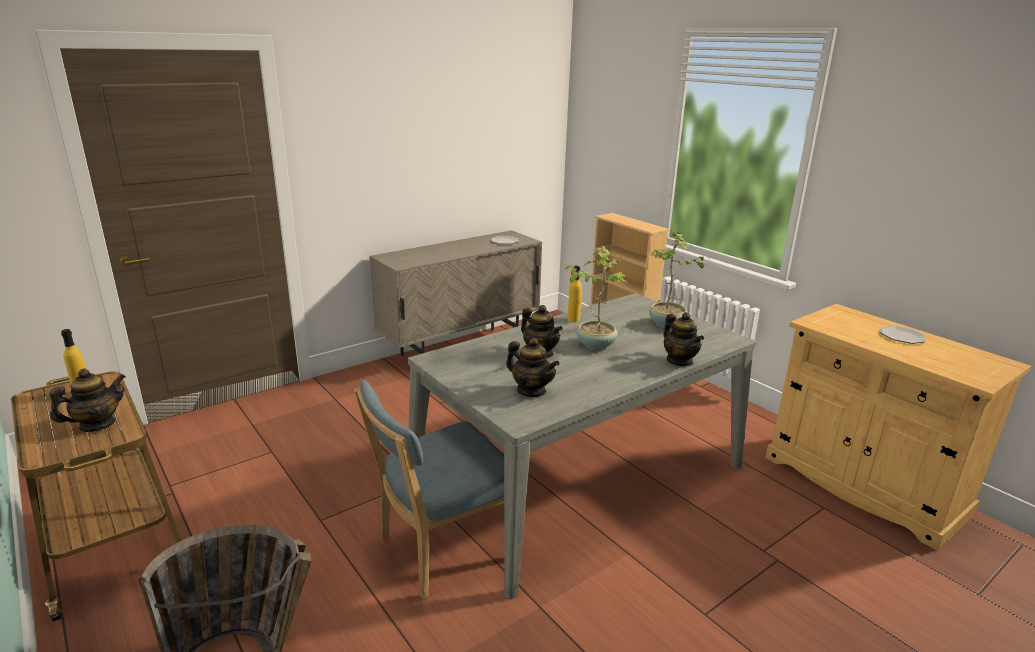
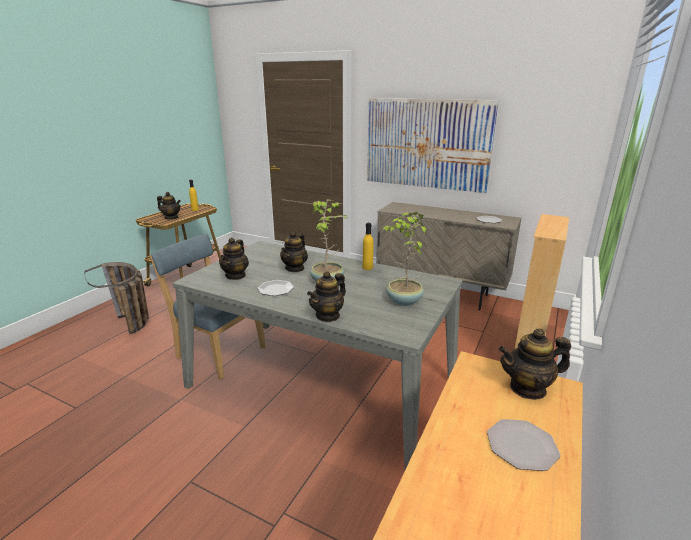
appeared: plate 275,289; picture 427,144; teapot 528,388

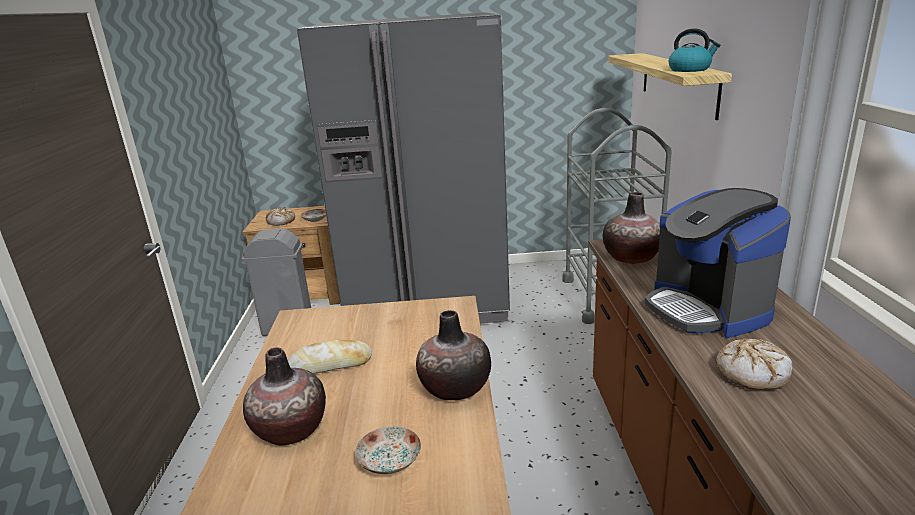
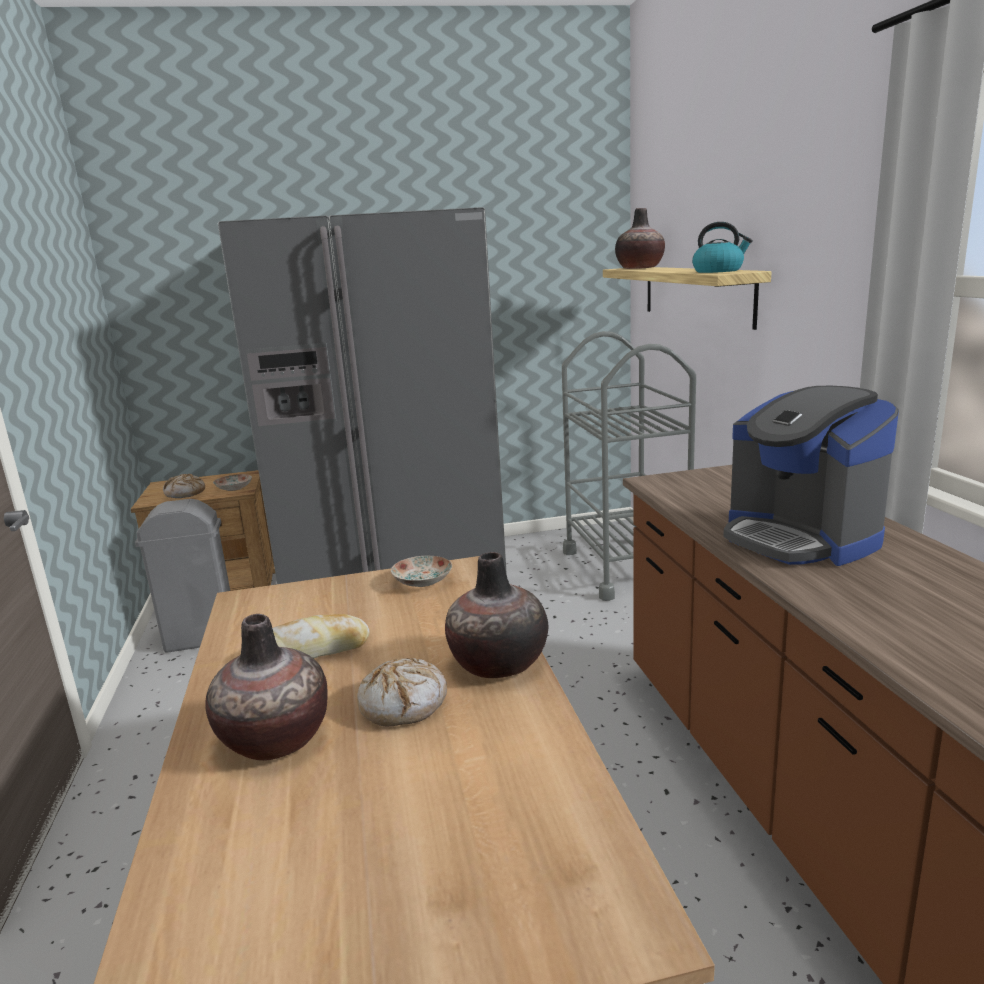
relocated: plate 389,461 to 422,581; vase 631,257 to 640,268; bread 752,373 to 404,703

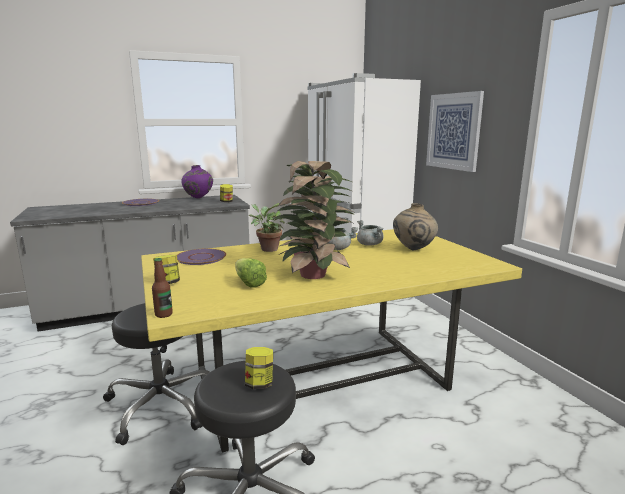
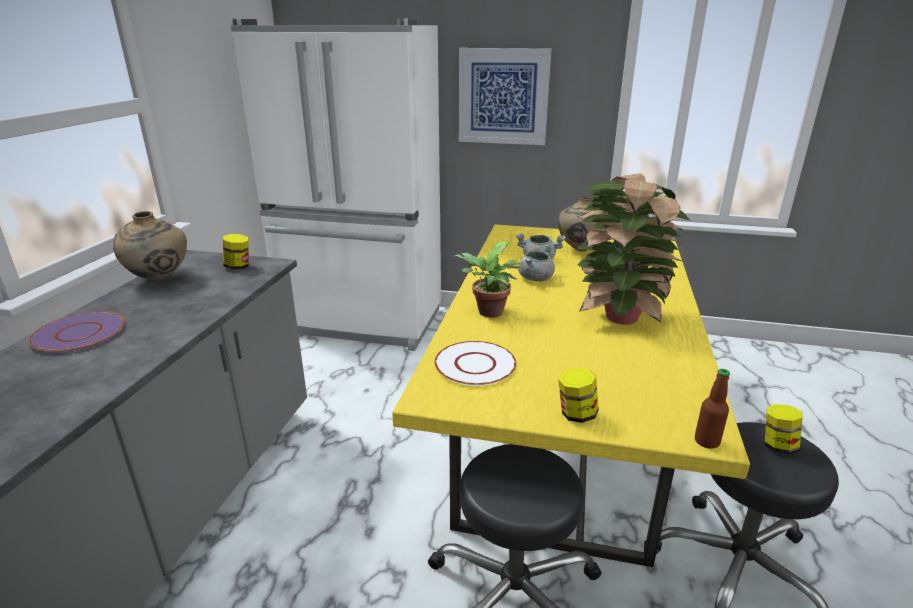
missing: lettuce 248,282
colour: plate in purple 201,258 to plate in white 475,364; vase in purple 198,198 to vase in beige 159,279

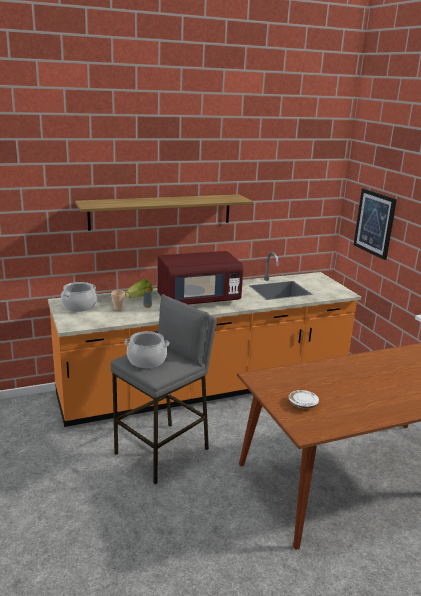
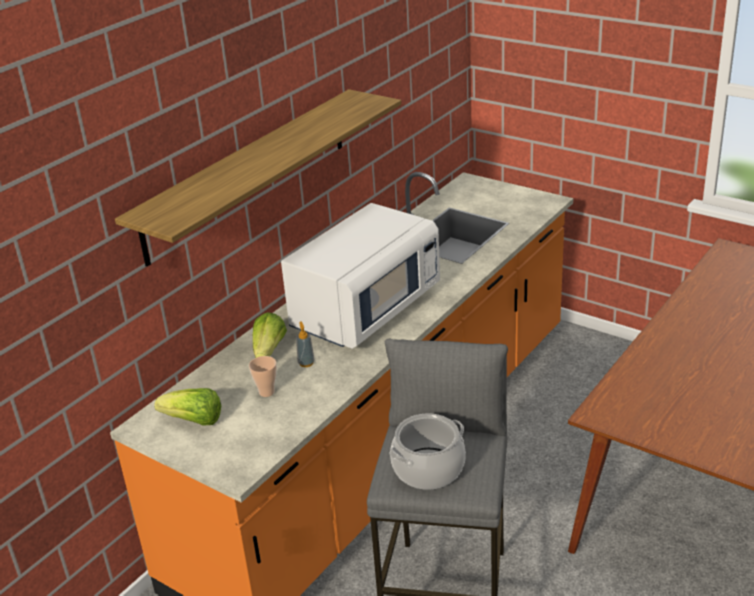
missing: plate in white 302,404; picture 375,223
exchanged: cooking pot 79,306 to lettuce 194,421
colour: microwave in red 198,299 to microwave in white 365,310

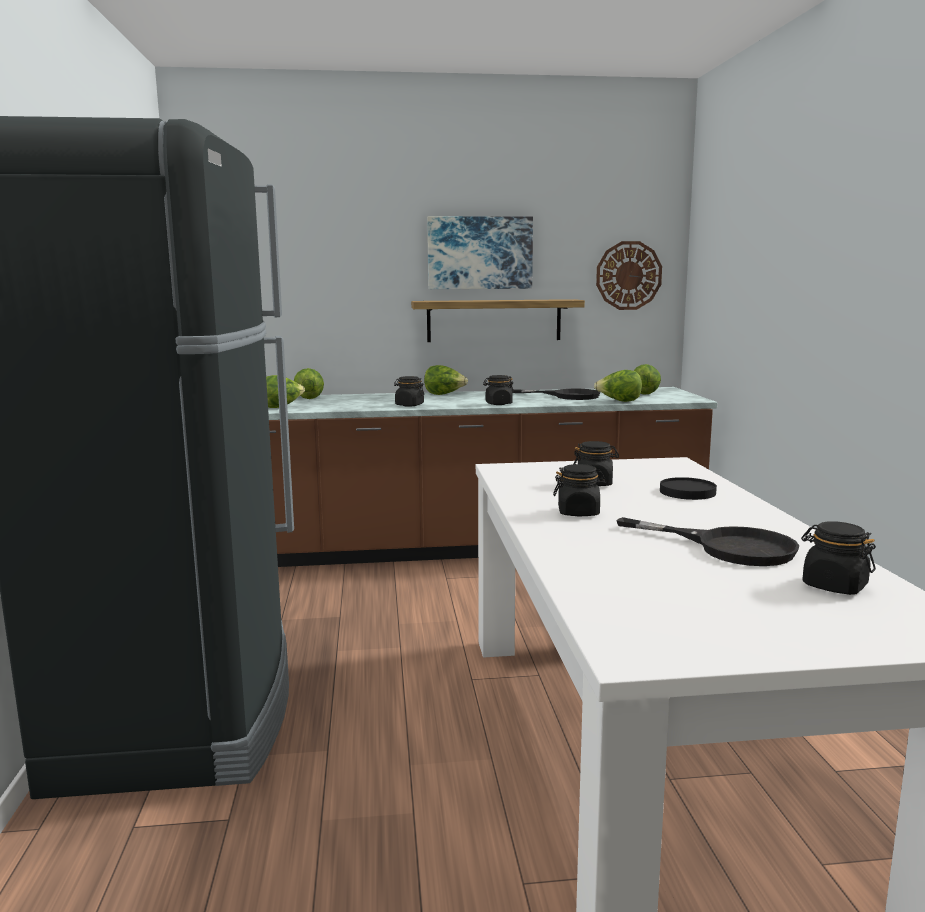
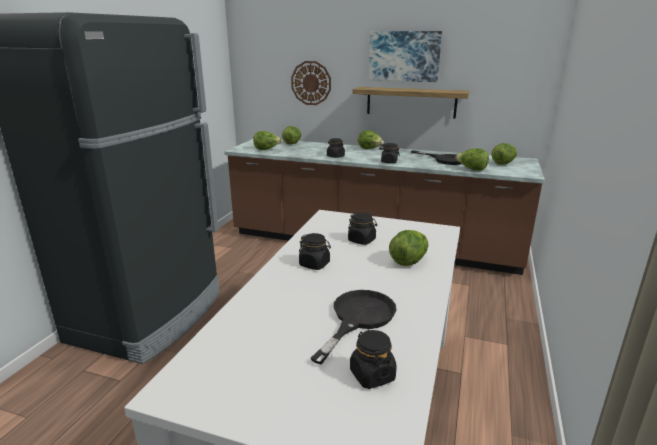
relocated: wall clock 628,275 to 311,83
exchanged: plate in black 687,492 to lettuce 408,261
spun: frying pan in black 728,547 = 358,318 120 degrees counterclockwise

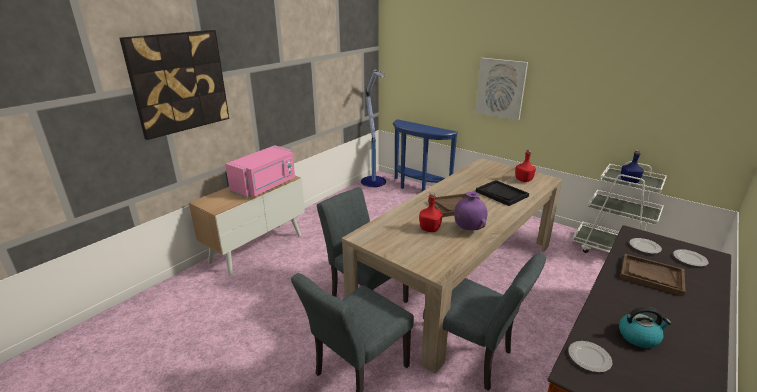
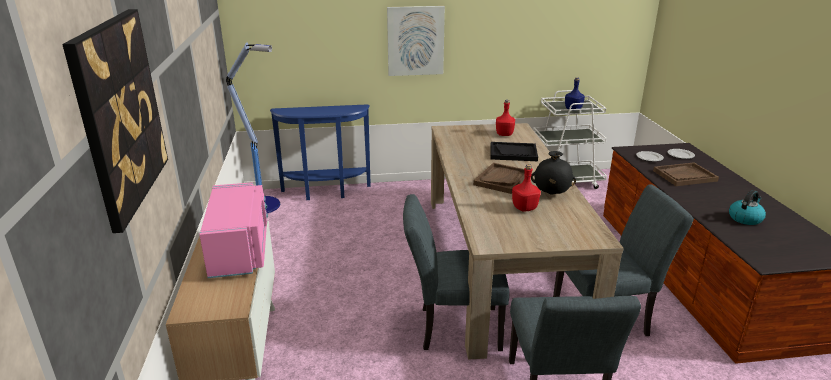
missing: plate 589,358
colour: vase in purple 468,229 to vase in black 551,194

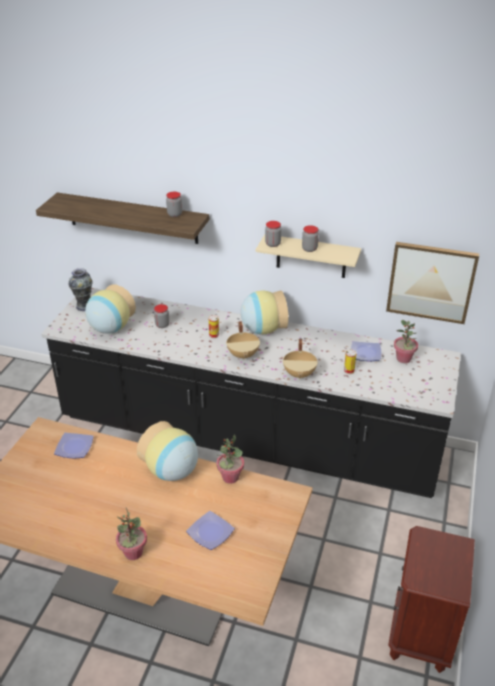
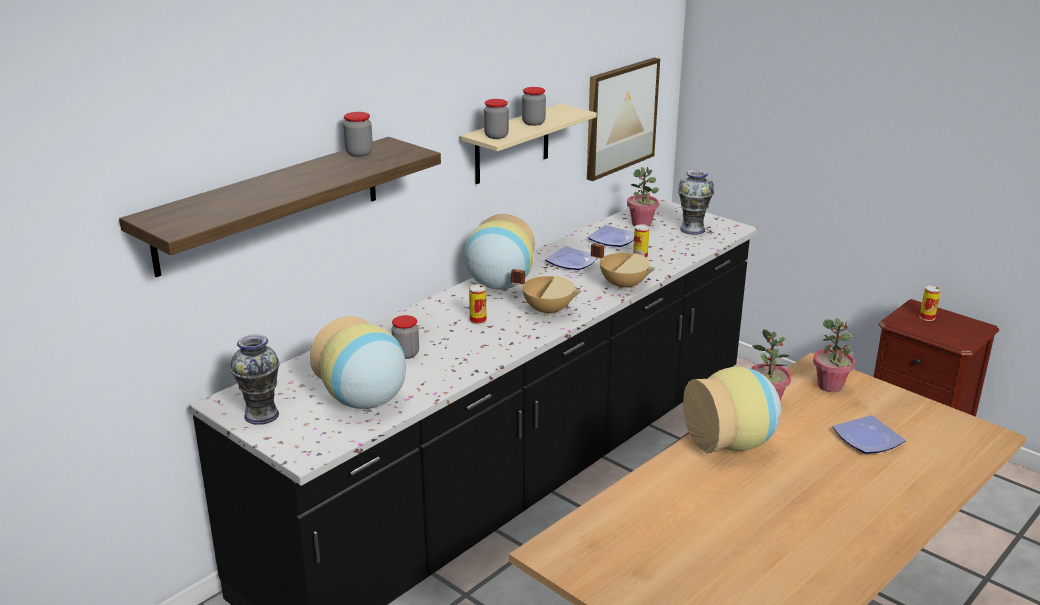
appeared: vase 692,229; can 927,317
relocated: plate 74,447 to 571,262; potted plant 133,553 to 830,386

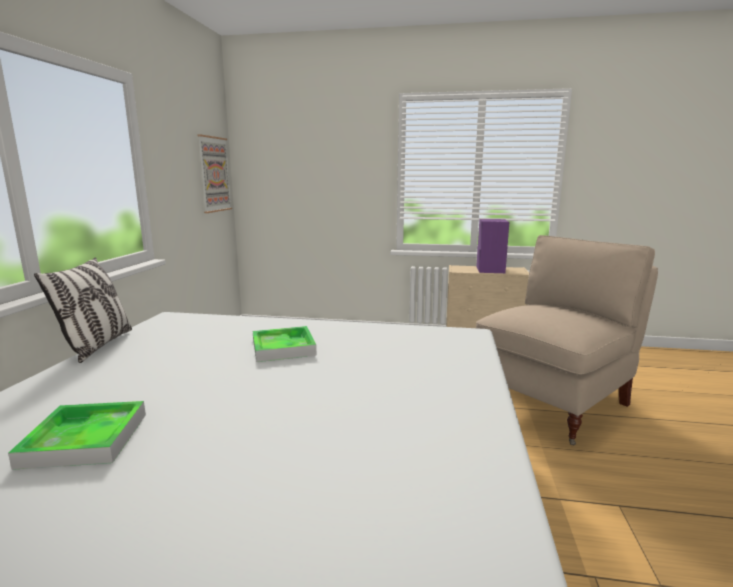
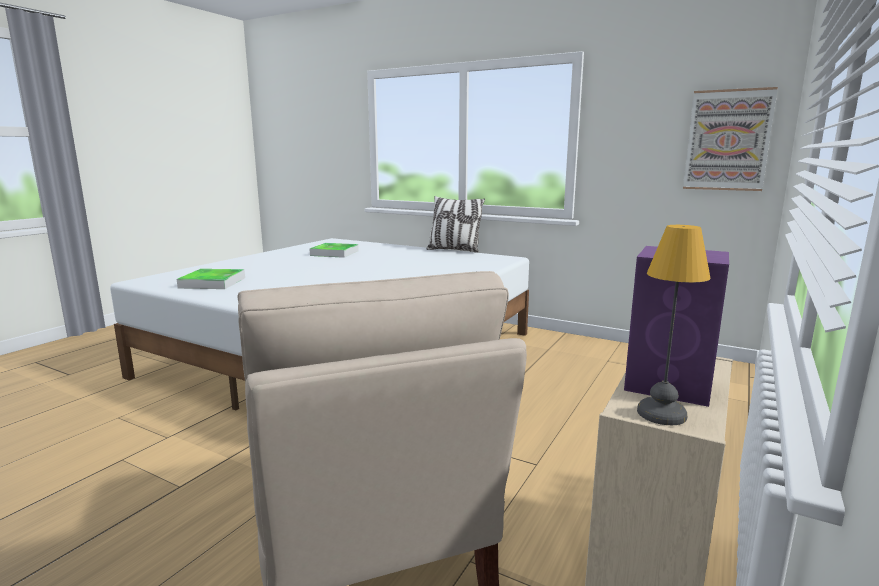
appeared: table lamp 663,413
relocated: tray 283,348 to 212,283

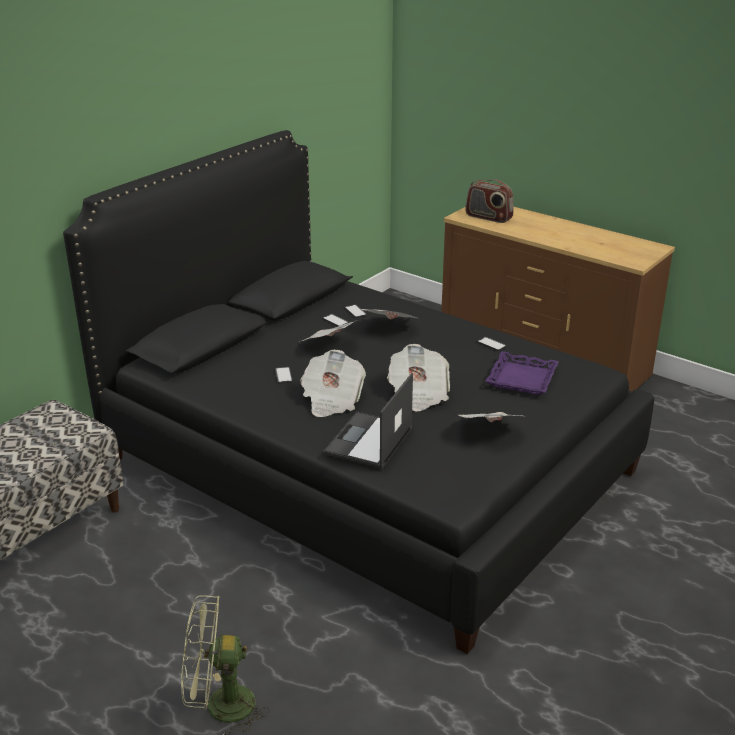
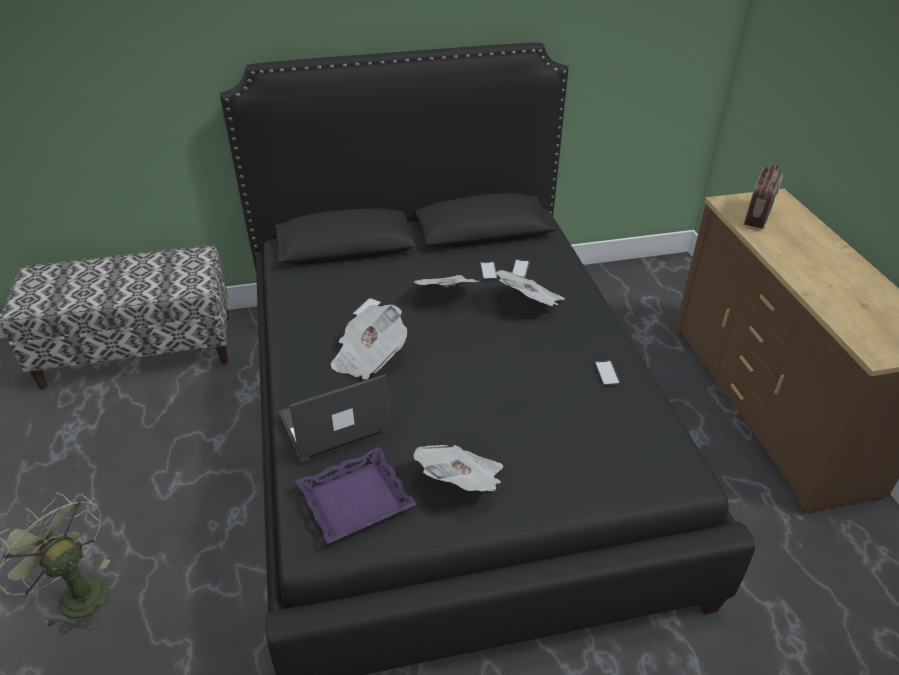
missing: newspaper 418,393
relocated: tray in purple 521,378 to 355,499
spun: radio 488,217 = 758,215 135 degrees counterclockwise

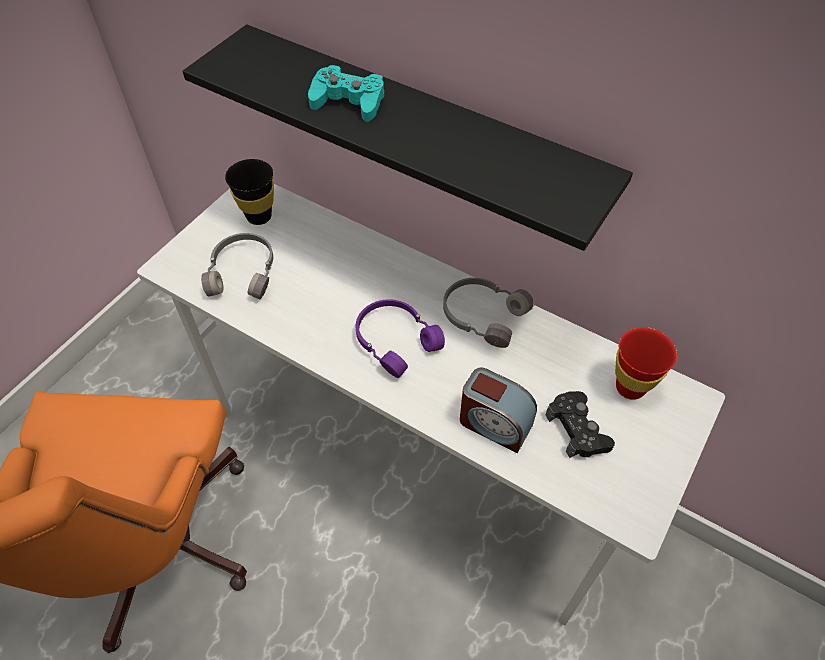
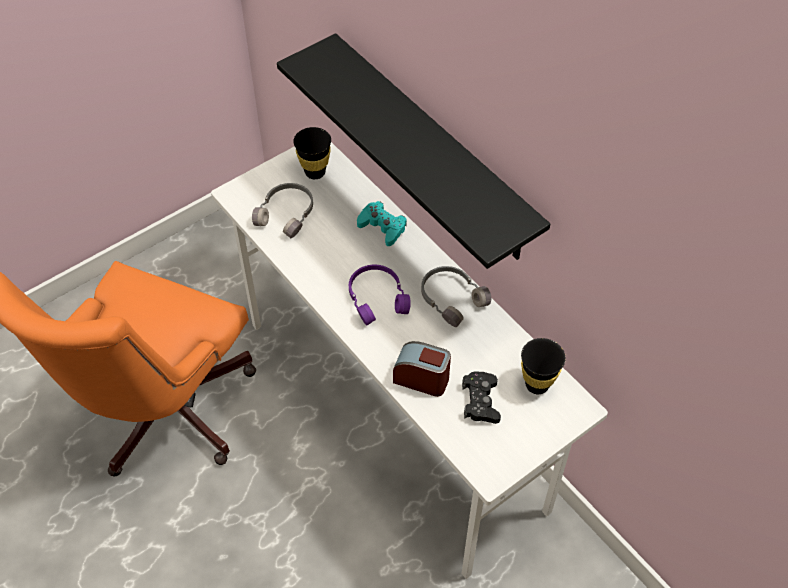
relocated: game controller in turquoise 348,101 to 382,227
colour: cup in red 630,387 to cup in black 537,384
spun: alarm clock 494,424 = 422,379 150 degrees clockwise

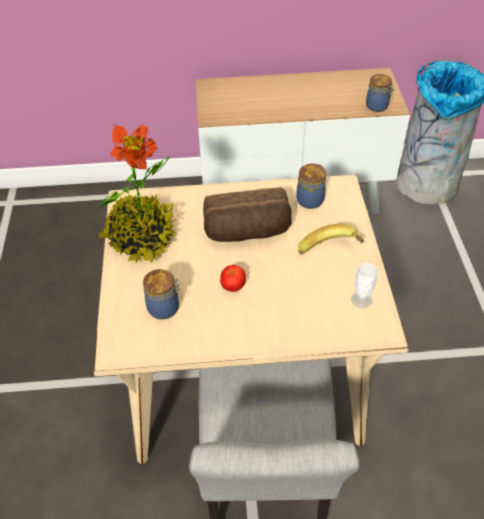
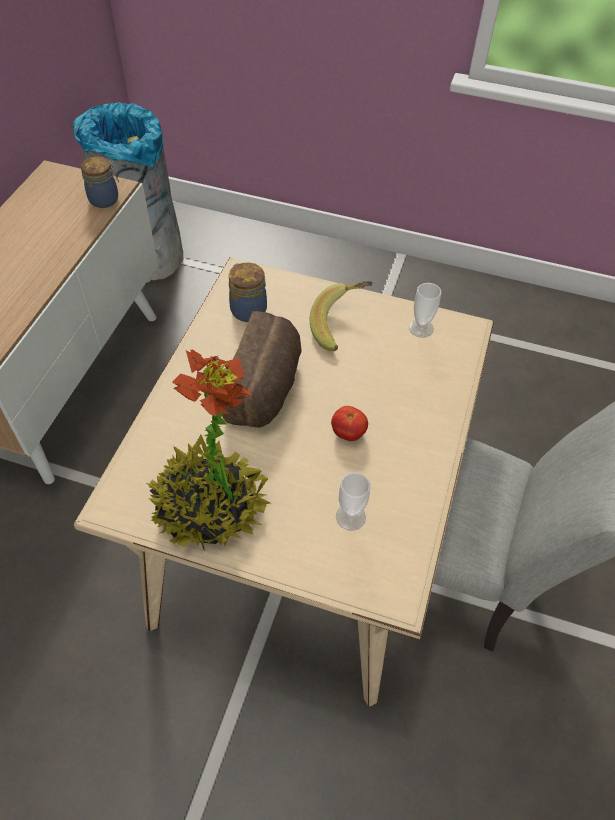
exchanged: jar 165,308 to cup 350,517

